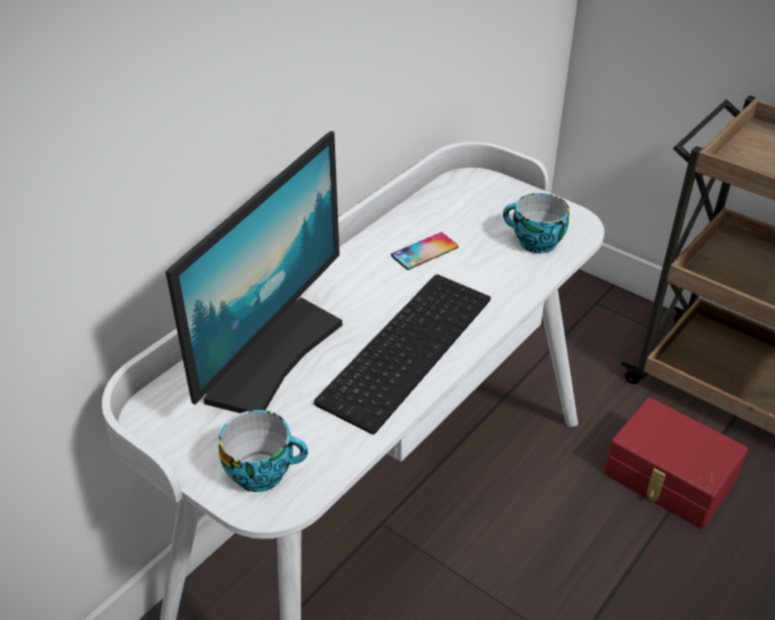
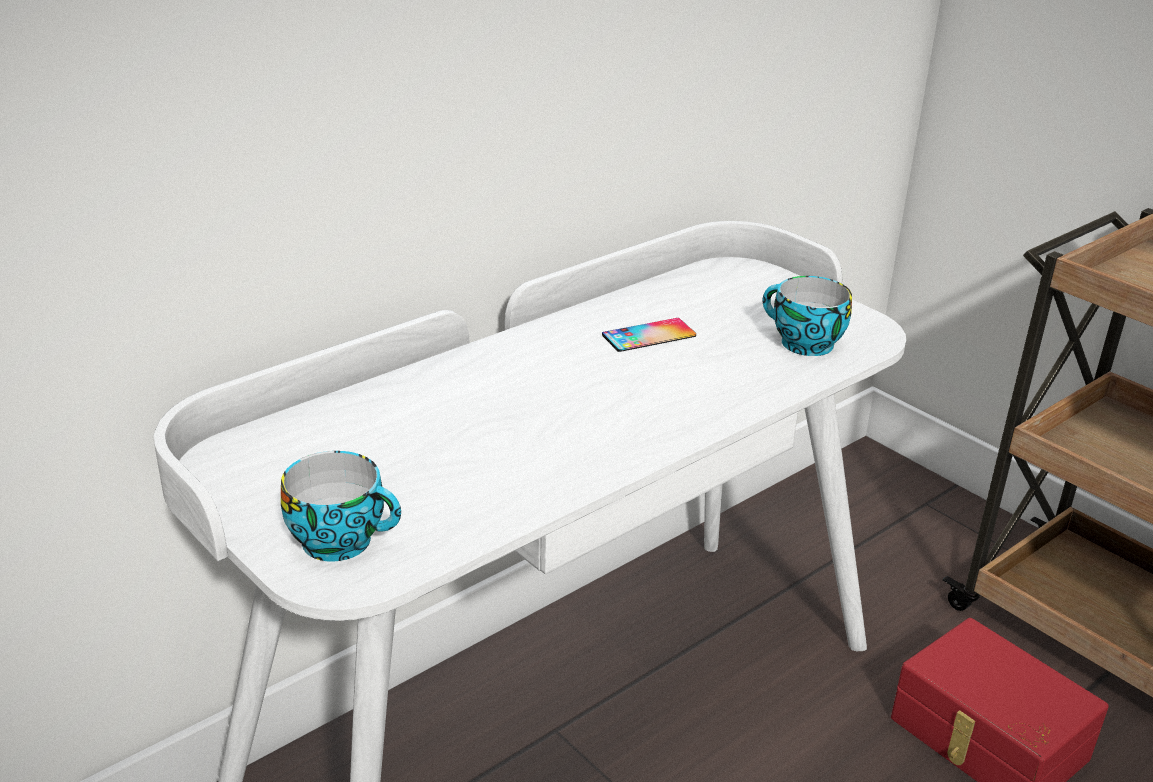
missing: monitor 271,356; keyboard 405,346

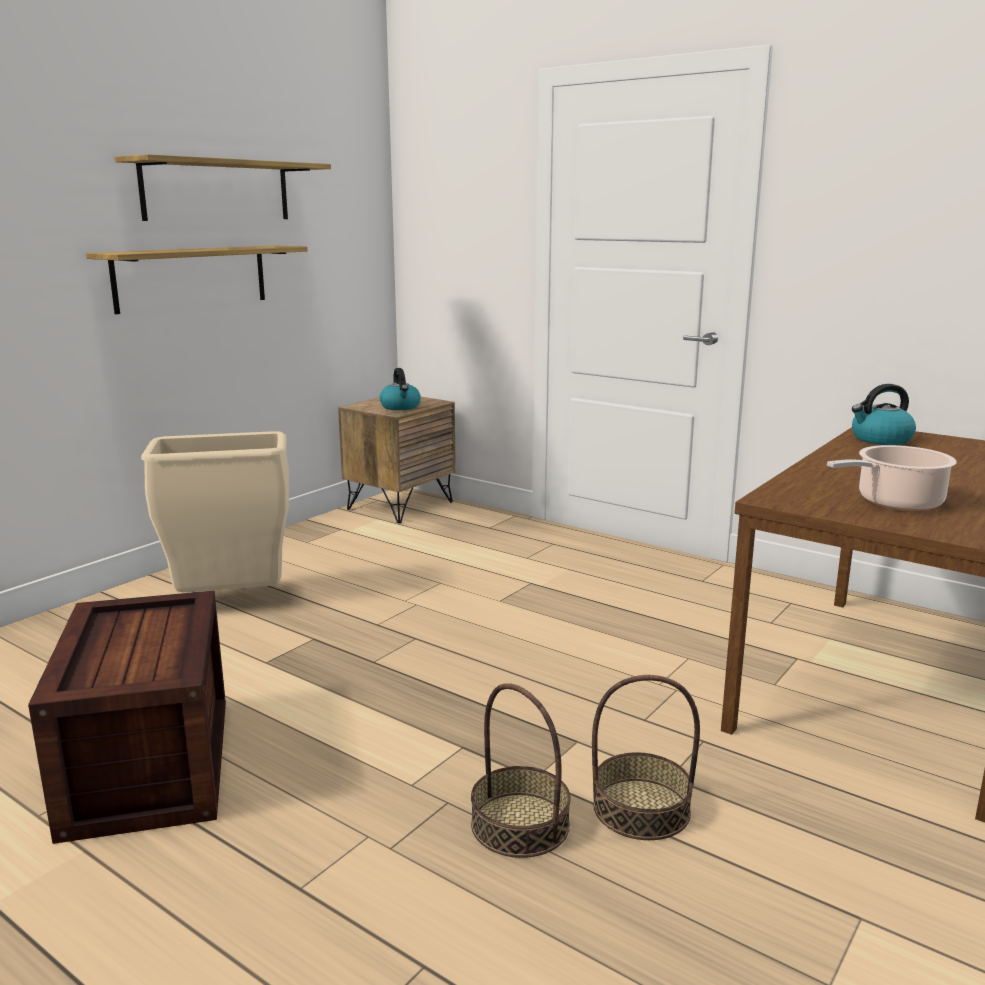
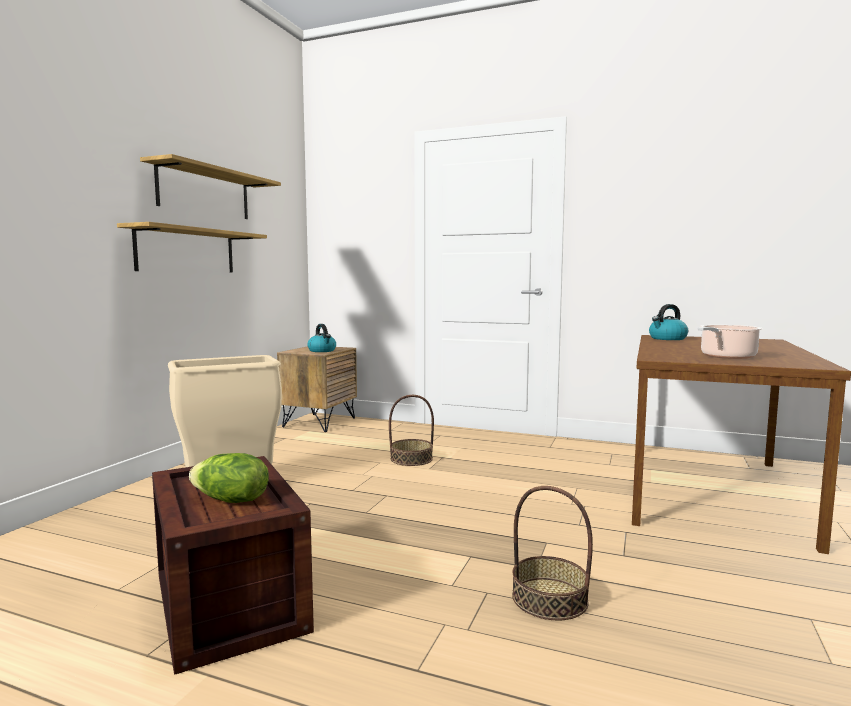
appeared: lettuce 231,500
relocated: basket 641,808 to 411,459

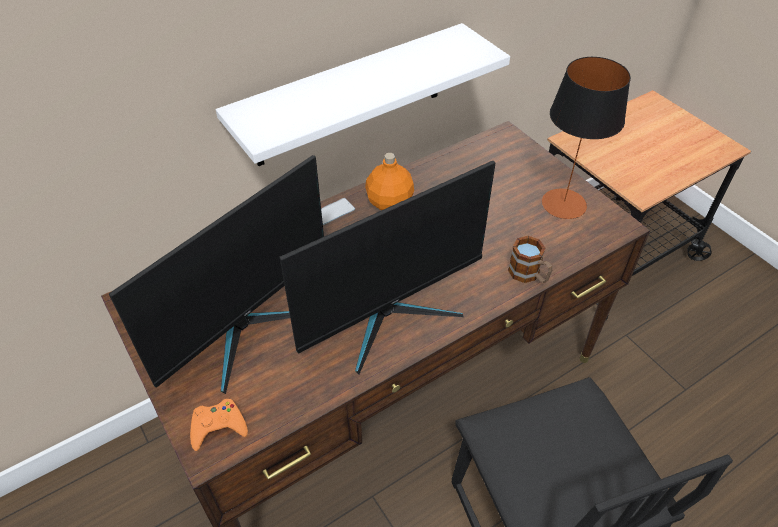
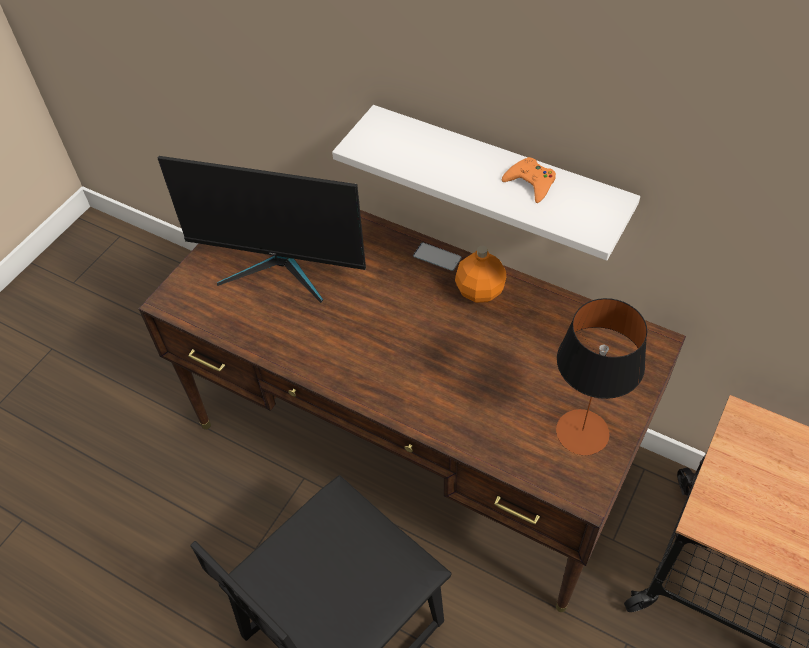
missing: monitor 391,317; mug 529,275
relocated: game controller in orange 218,426 to 530,183

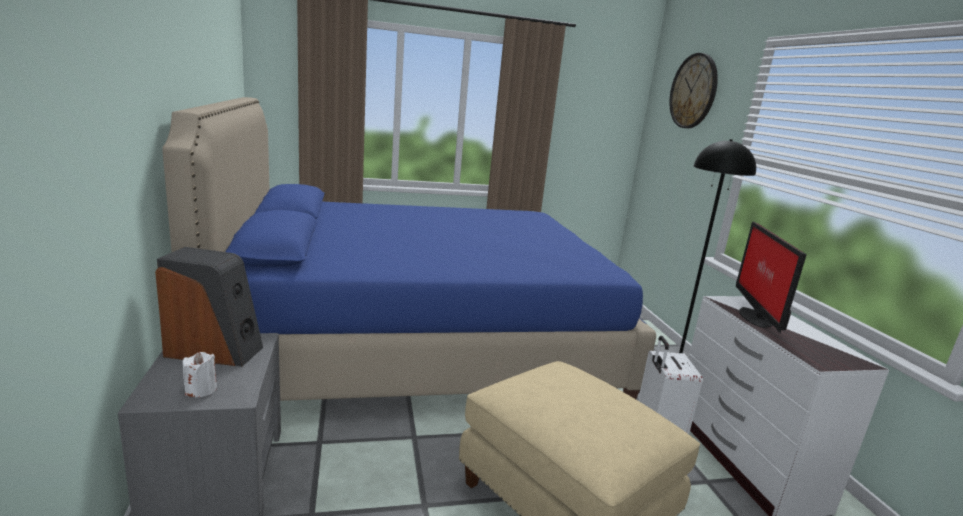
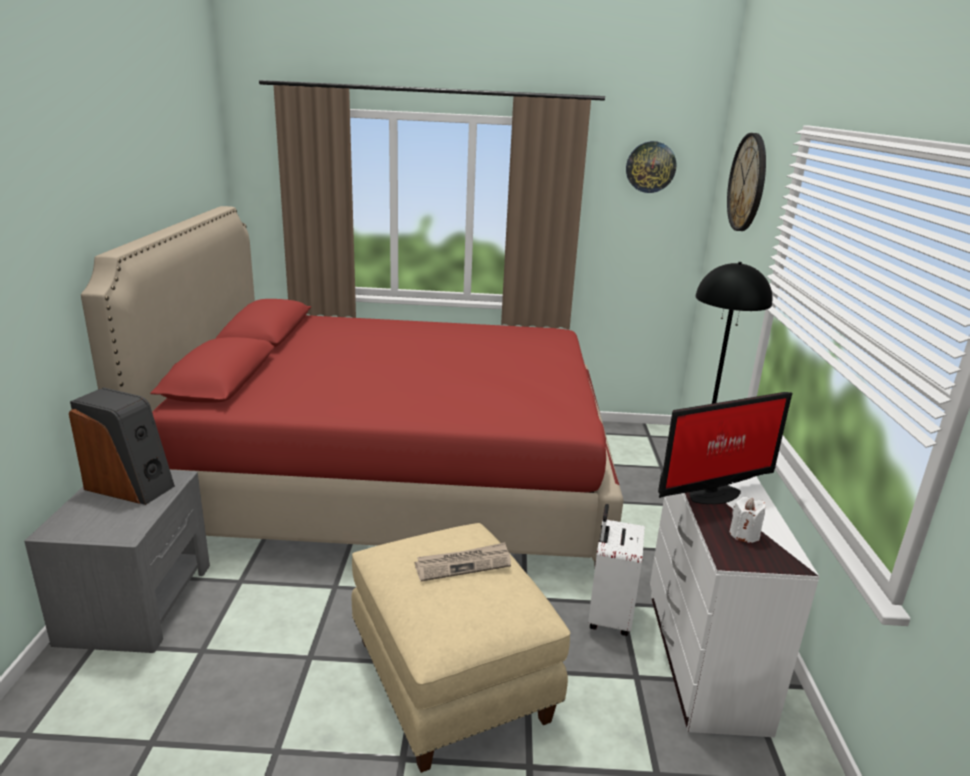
appeared: newspaper 463,564; wall clock 650,167
relocated: candle in white 201,390 to 744,534
colour: bed in blue 418,340 to bed in red 394,479
spun: monitor 756,317 = 711,493 135 degrees counterclockwise

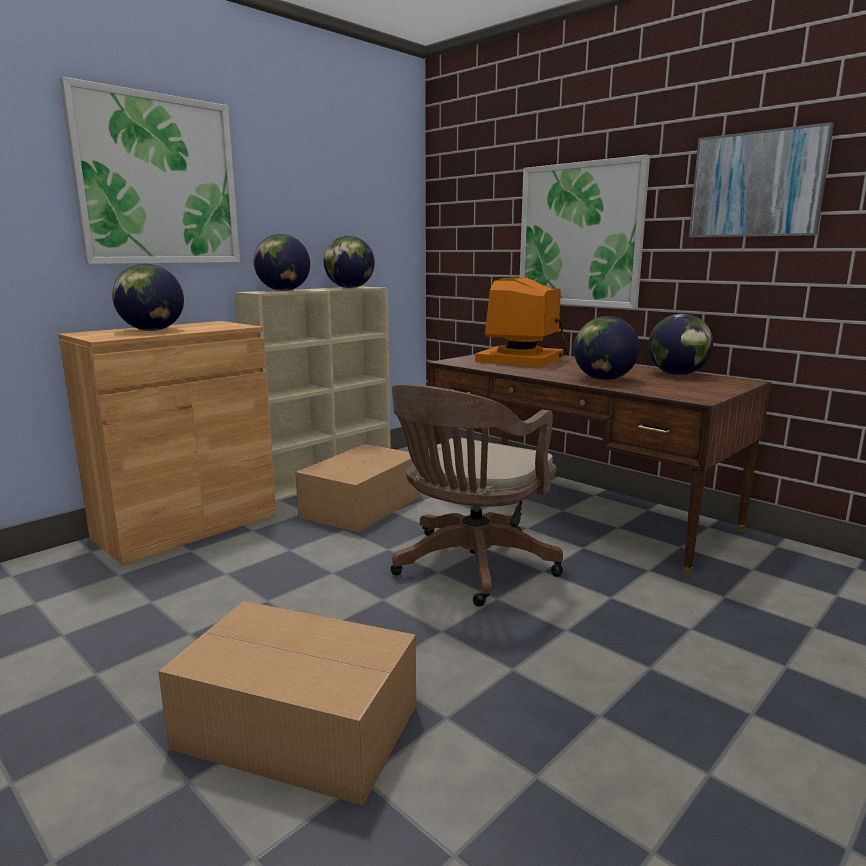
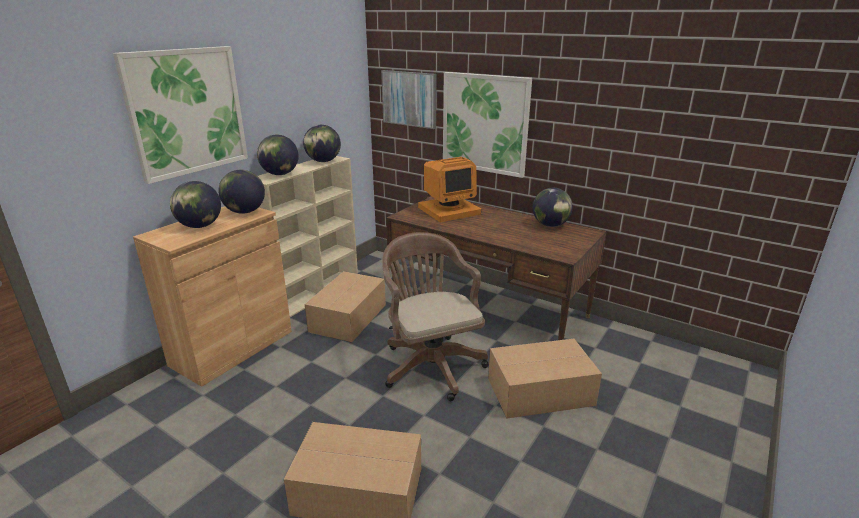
appeared: cardboard box 542,392
relocated: globe 603,379 to 244,212; picture 757,185 to 409,98
spun: office chair in brown 470,567 = 430,363 135 degrees clockwise; monitor 521,359 = 448,210 135 degrees counterclockwise

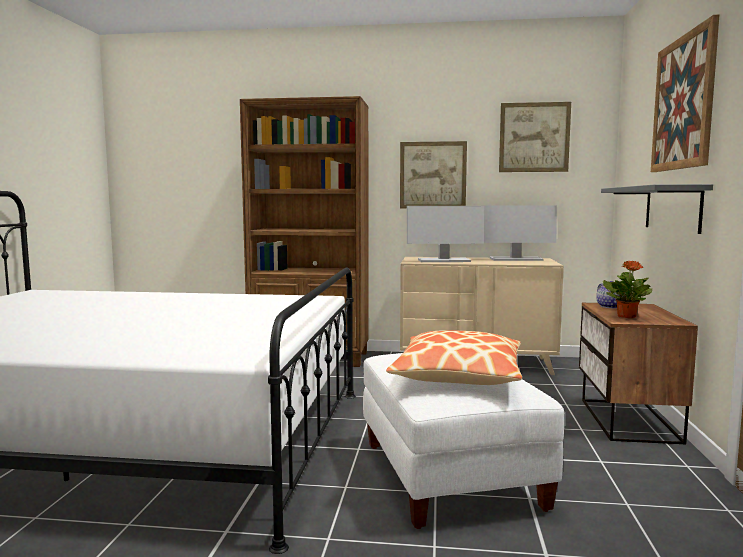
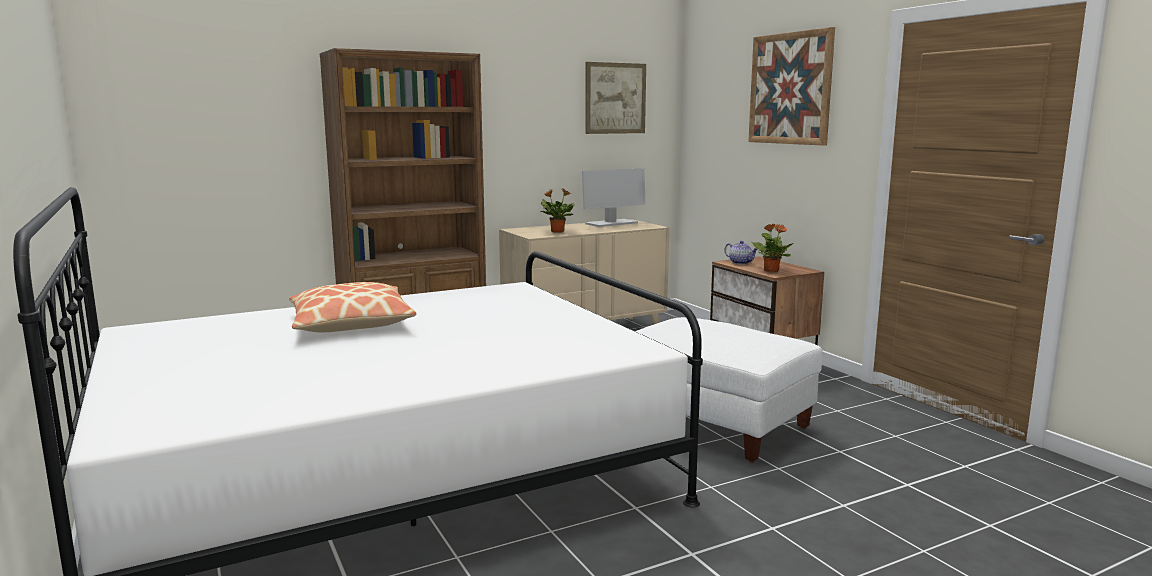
missing: picture 433,175; shelf in grey 672,208
relocated: pillow 458,374 to 351,323
exchanged: monitor 443,261 to potted plant 557,231

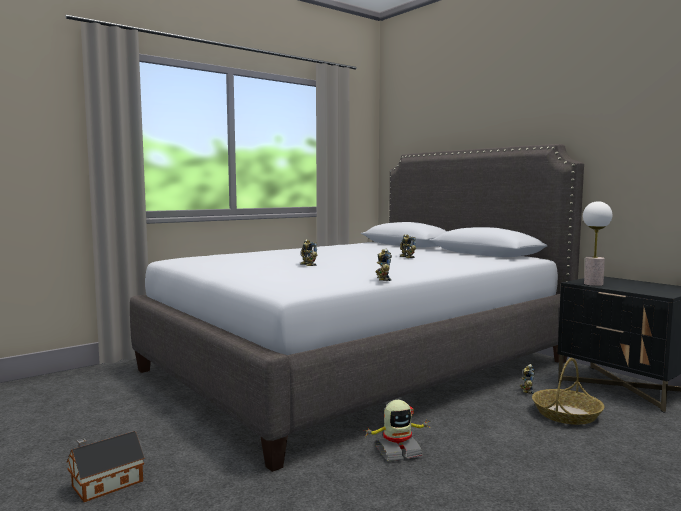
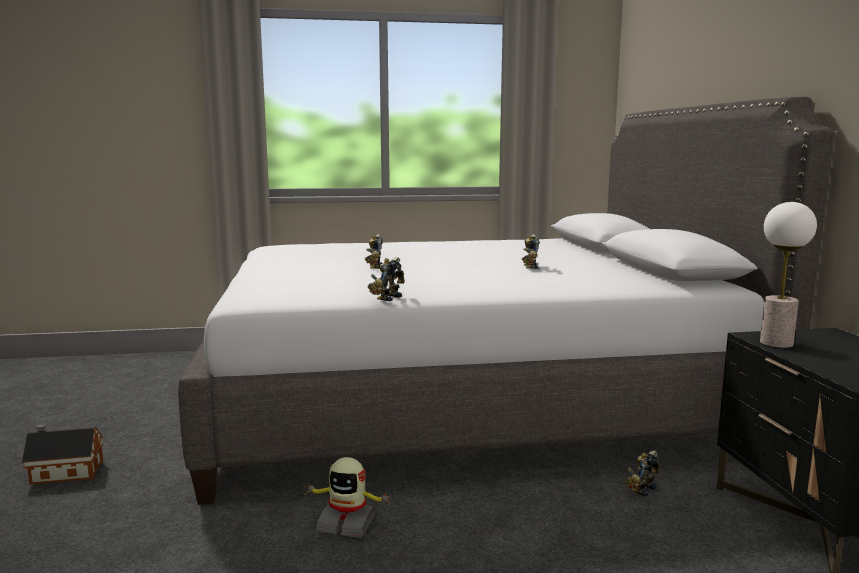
missing: basket 566,414

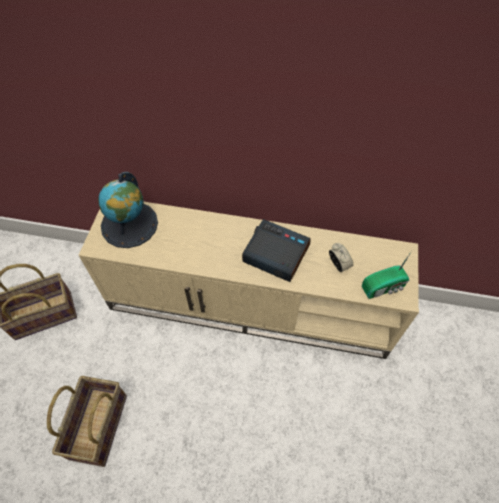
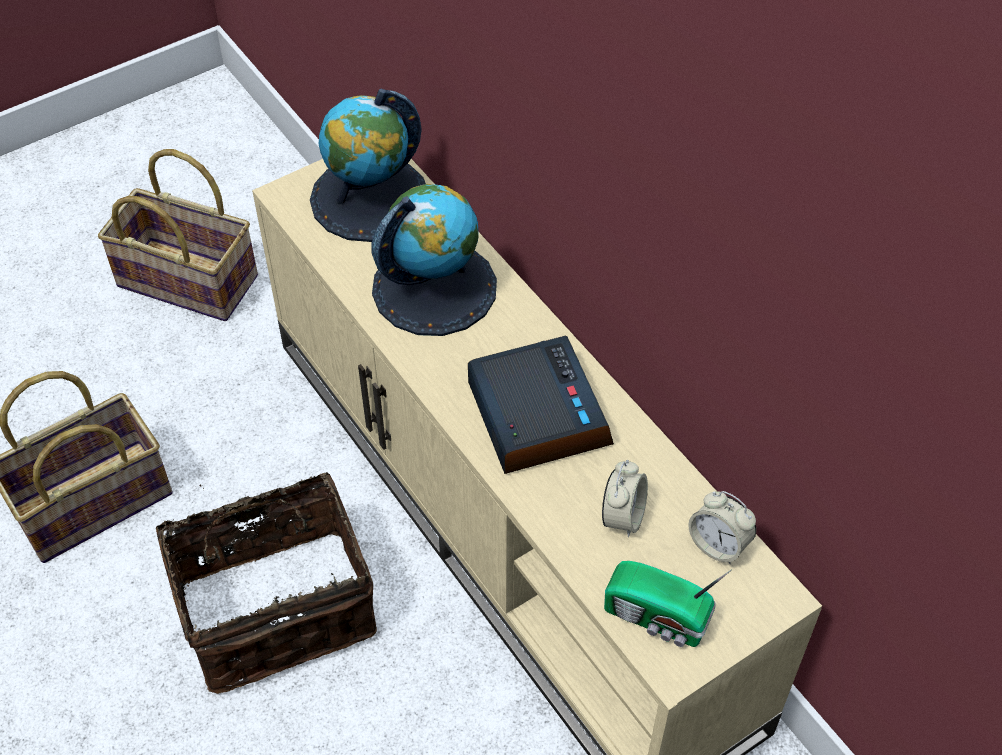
appeared: basket 275,605; globe 434,287; alarm clock 718,544

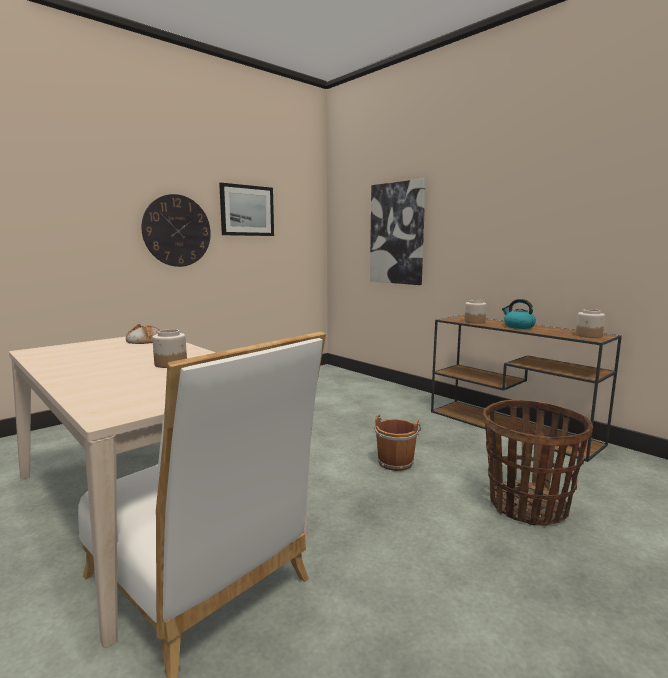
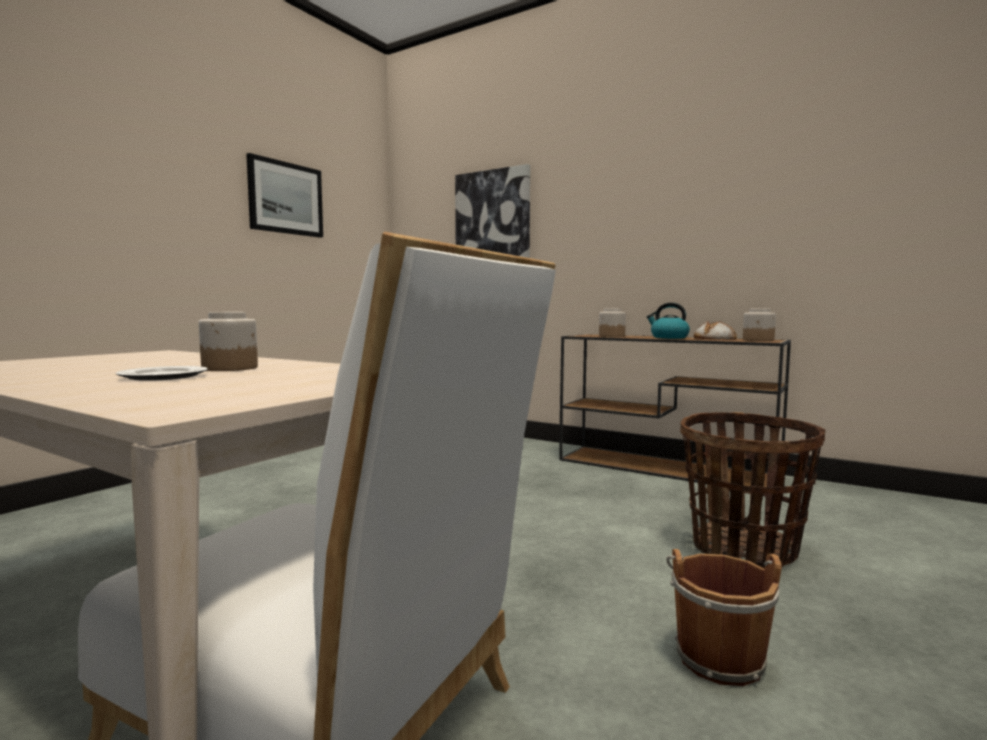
missing: wall clock 177,231
appeared: plate 164,377
relocated: bread 144,340 to 714,339; bucket in brown 395,462 to 718,657

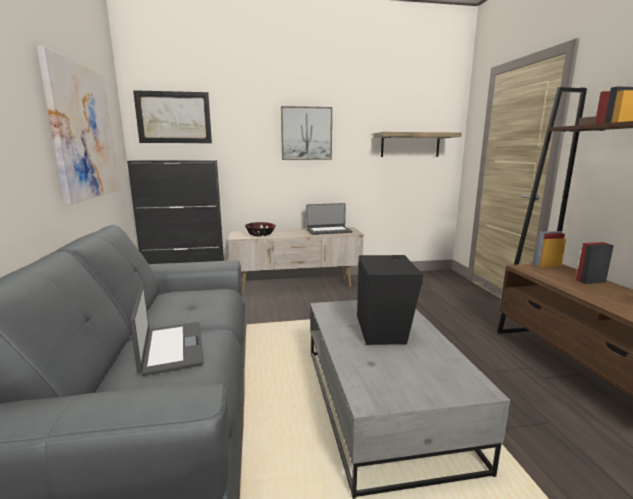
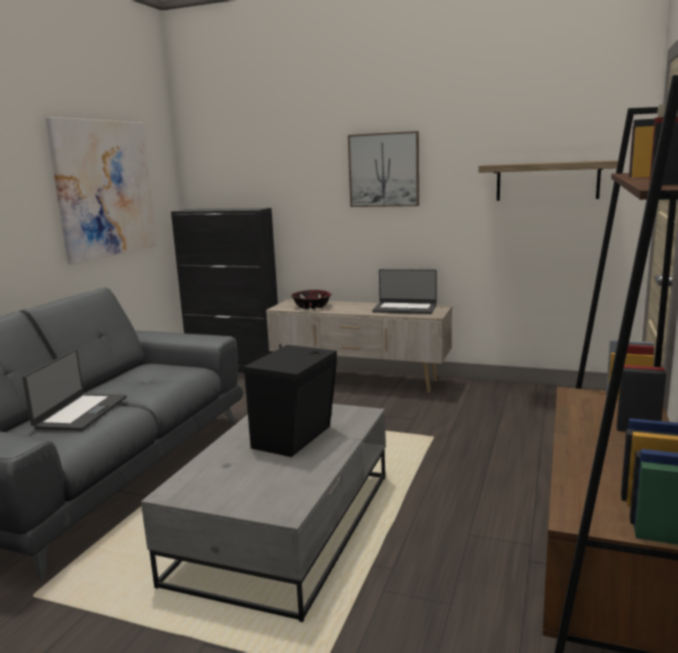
missing: picture 174,117

